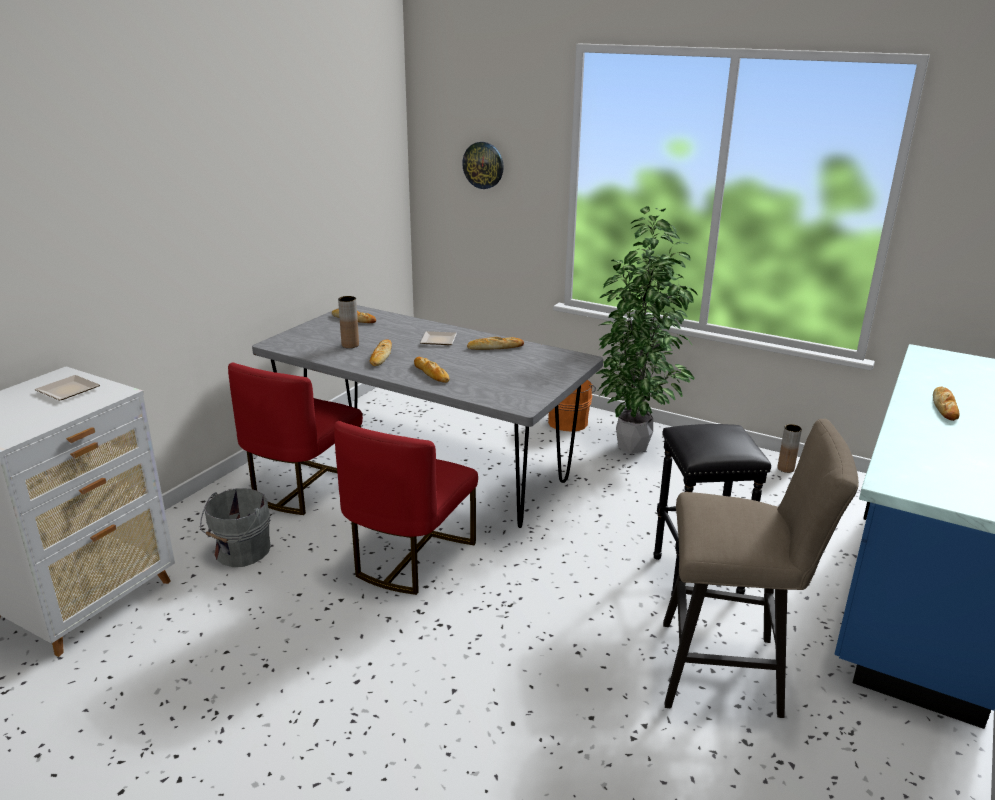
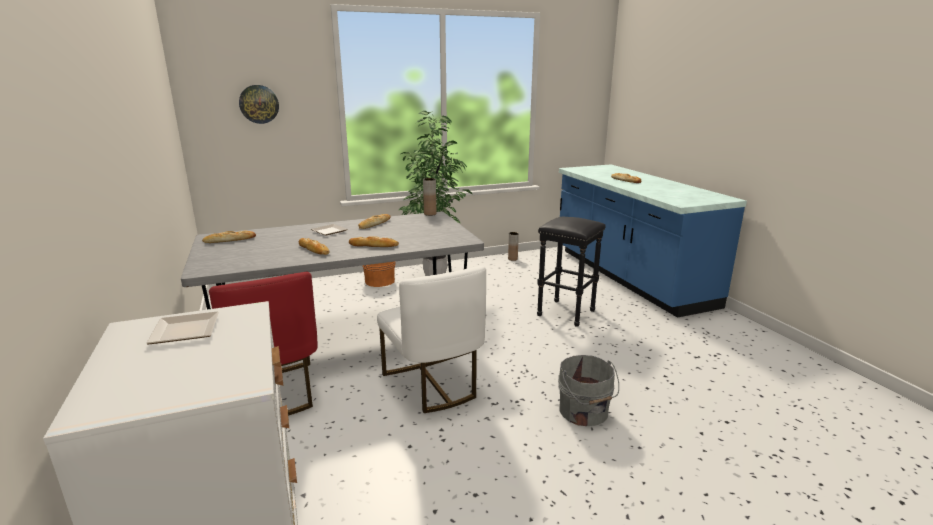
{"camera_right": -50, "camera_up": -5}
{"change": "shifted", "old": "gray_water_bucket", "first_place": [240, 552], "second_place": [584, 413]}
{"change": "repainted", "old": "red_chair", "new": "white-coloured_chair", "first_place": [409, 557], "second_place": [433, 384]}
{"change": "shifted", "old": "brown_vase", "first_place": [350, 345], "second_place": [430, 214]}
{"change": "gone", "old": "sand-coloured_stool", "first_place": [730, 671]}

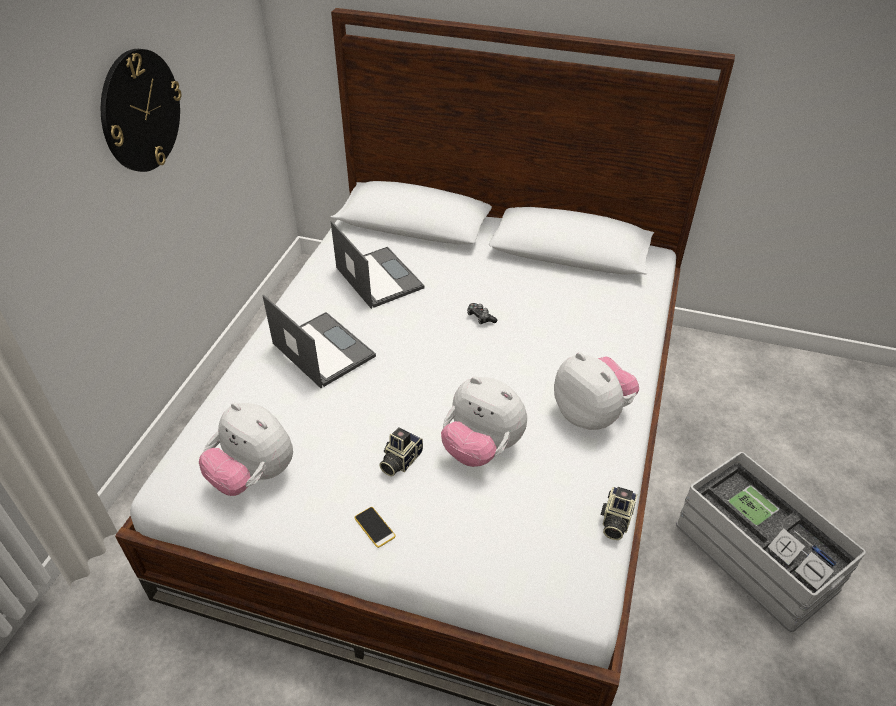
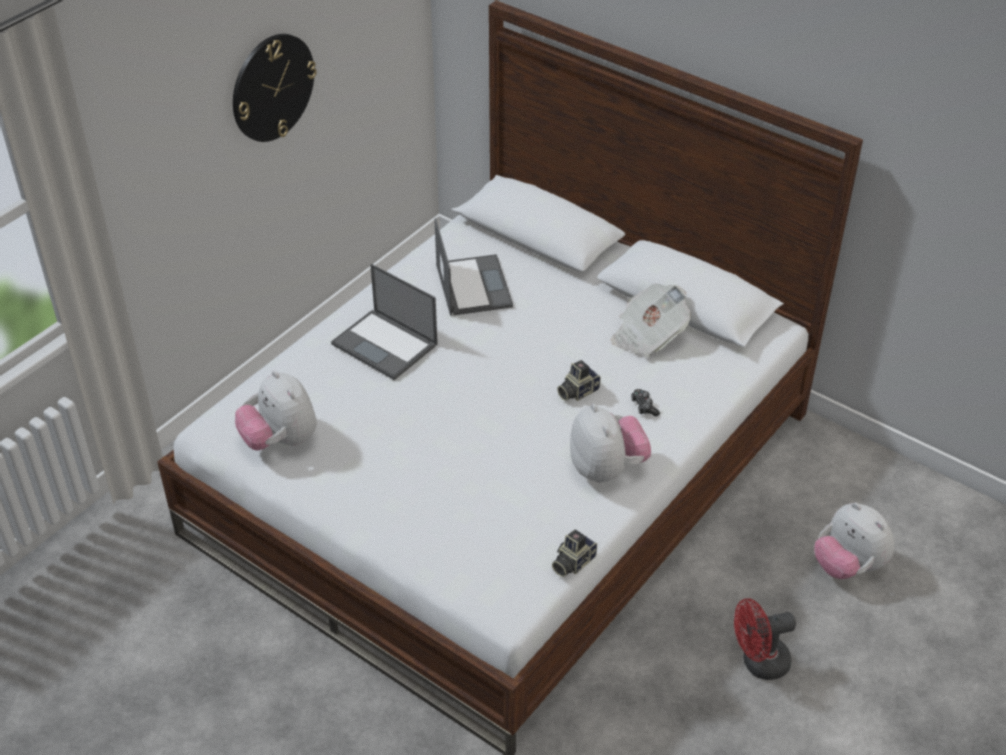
{"camera_right": 20, "camera_up": 0}
{"change": "rotated", "old": "laptop", "first_place": [322, 349], "second_place": [386, 344], "degrees": 150}
{"change": "gone", "old": "handset", "first_place": [374, 527]}
{"change": "shifted", "old": "still_camera", "first_place": [399, 460], "second_place": [577, 391]}
{"change": "shifted", "old": "plush_toy", "first_place": [481, 448], "second_place": [848, 566]}
{"change": "shifted", "old": "joypad", "first_place": [480, 317], "second_place": [644, 406]}
{"change": "swapped", "old": "gray_storage_box", "new": "red_fan", "first_place": [757, 554], "second_place": [758, 663]}
{"change": "new", "new": "printed_paper", "second_place": [648, 335]}

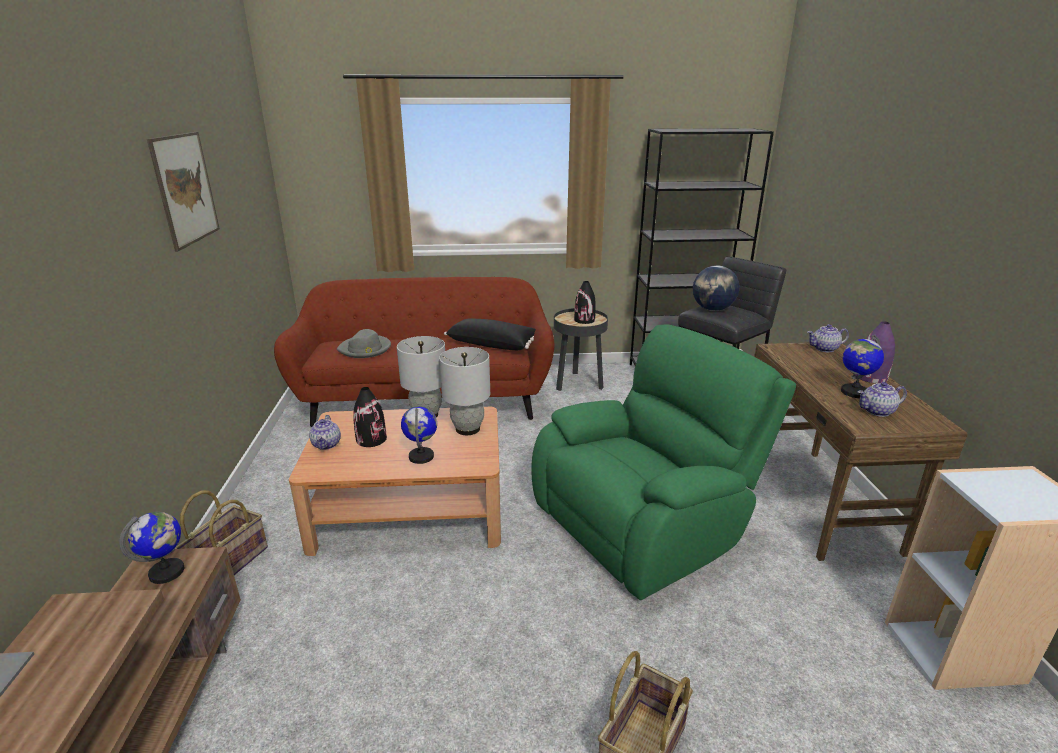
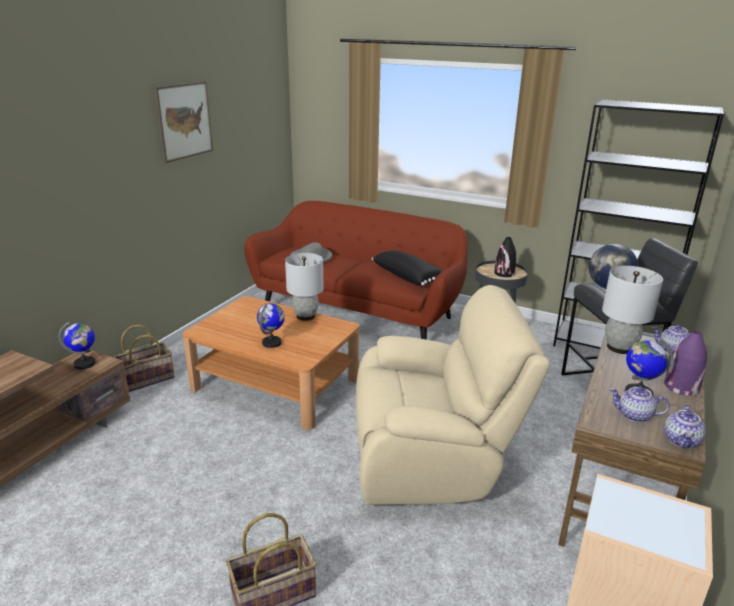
{"camera_right": 30, "camera_up": 0}
{"change": "shifted", "old": "tea_pot", "first_place": [327, 444], "second_place": [682, 441]}
{"change": "gone", "old": "black-coloured_vase", "first_place": [371, 439]}
{"change": "shifted", "old": "white-coloured_tabletop_lamp", "first_place": [468, 429], "second_place": [619, 348]}
{"change": "repainted", "old": "green-coloured_easy_chair", "new": "sand-coloured_easy_chair", "first_place": [643, 525], "second_place": [431, 457]}

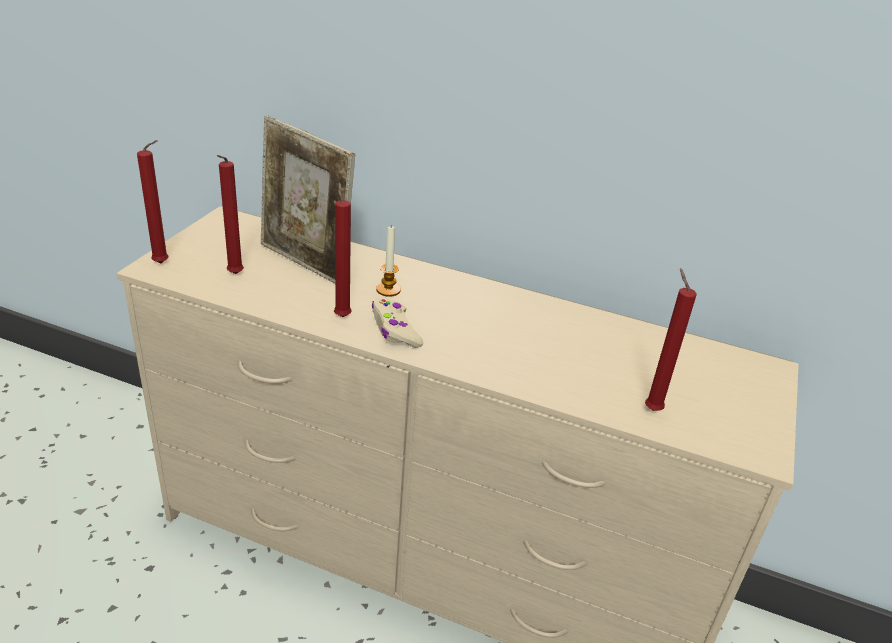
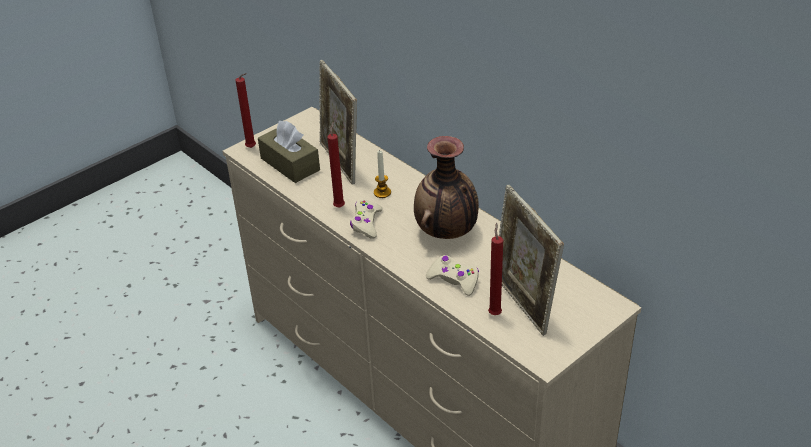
{"camera_right": 30, "camera_up": 5}
{"change": "swapped", "old": "red_wax_light", "new": "brown_tissue_holder", "first_place": [234, 275], "second_place": [290, 164]}
{"change": "new", "new": "vase", "second_place": [447, 233]}
{"change": "new", "new": "sand-coloured_joypad", "second_place": [454, 280]}
{"change": "new", "new": "picture_frame", "second_place": [523, 303]}

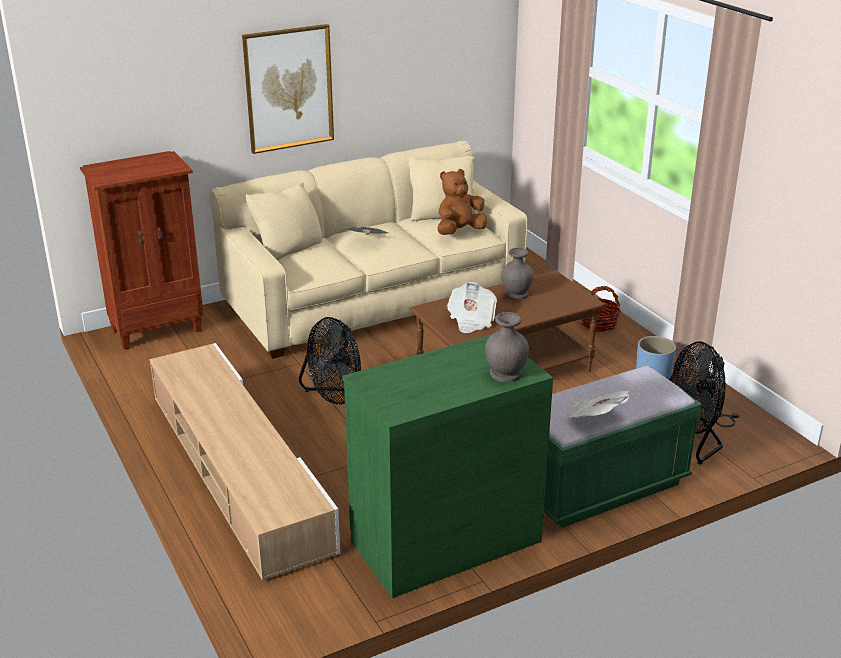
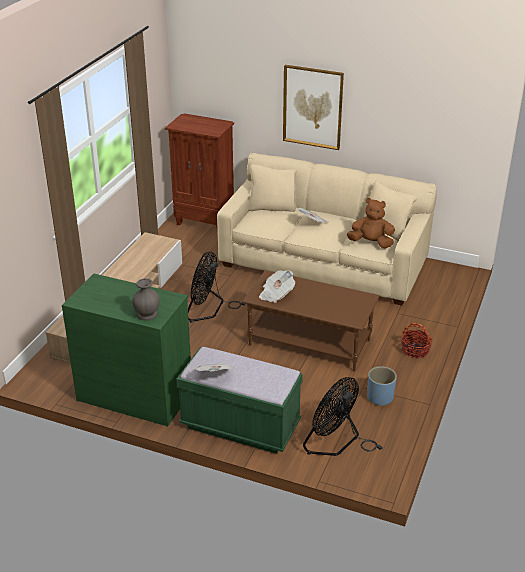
{"camera_right": 50, "camera_up": 5}
{"change": "gone", "old": "gray_vase", "first_place": [516, 294]}

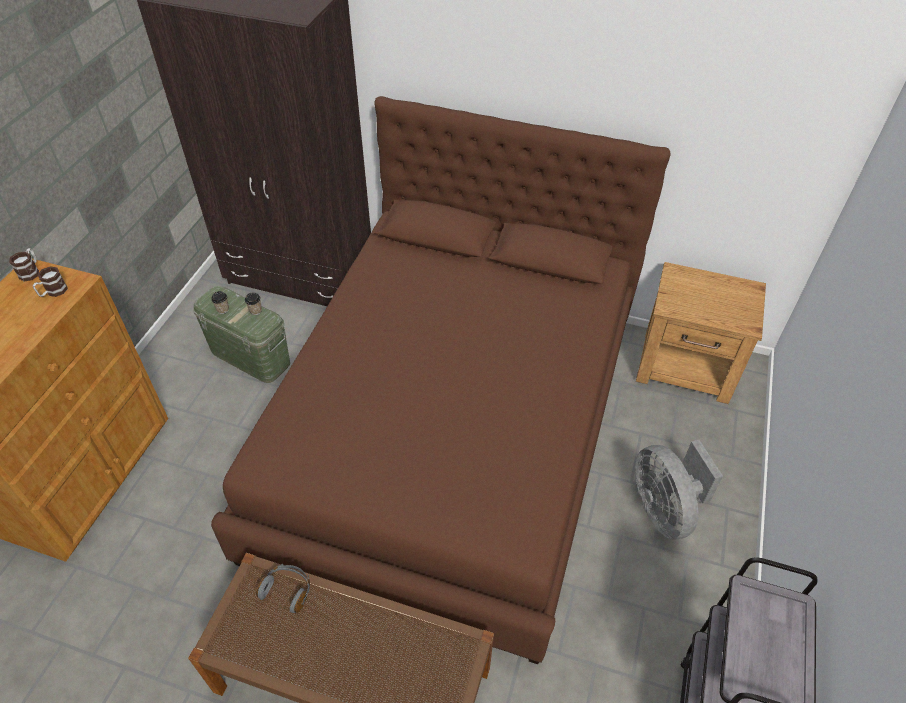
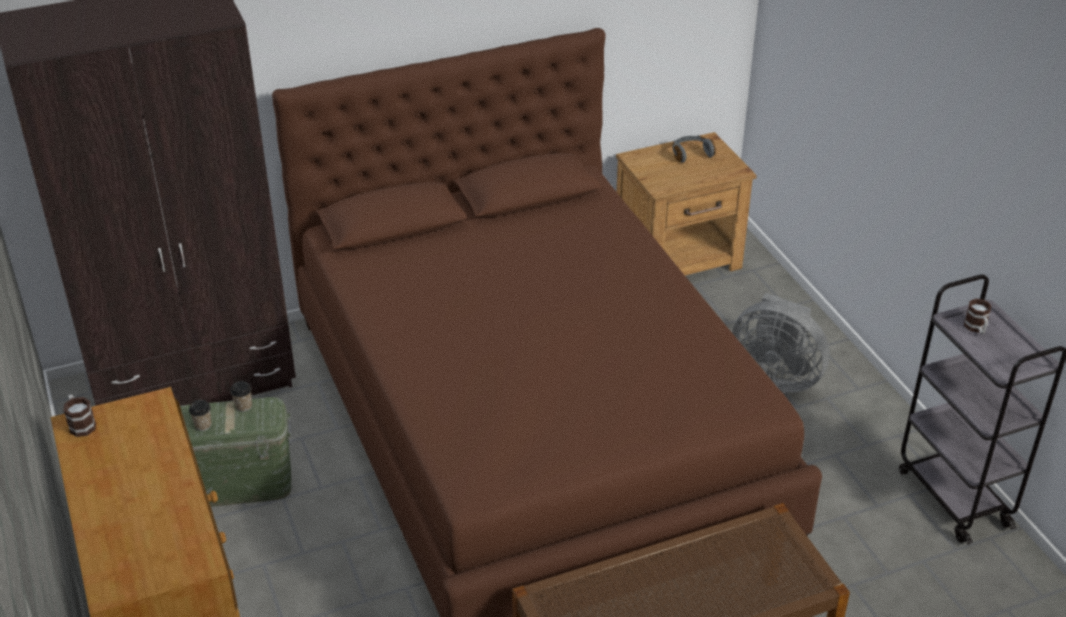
{"camera_right": -40, "camera_up": -10}
{"change": "shifted", "old": "mug", "first_place": [53, 292], "second_place": [976, 328]}
{"change": "shifted", "old": "gray_pair_of_headphones", "first_place": [287, 590], "second_place": [691, 154]}

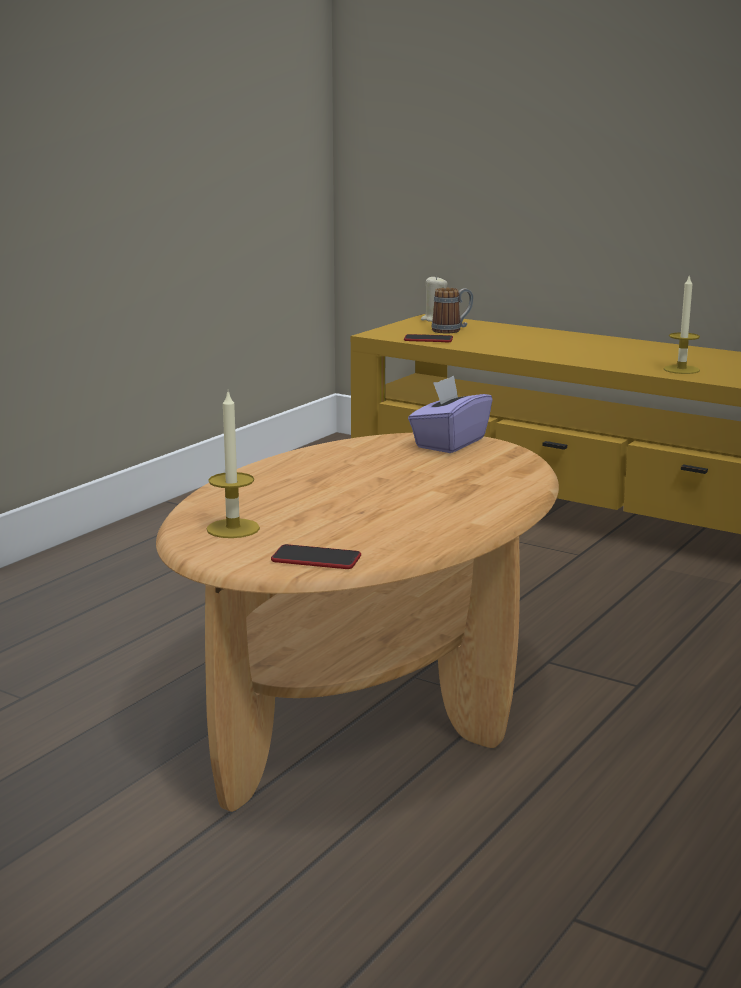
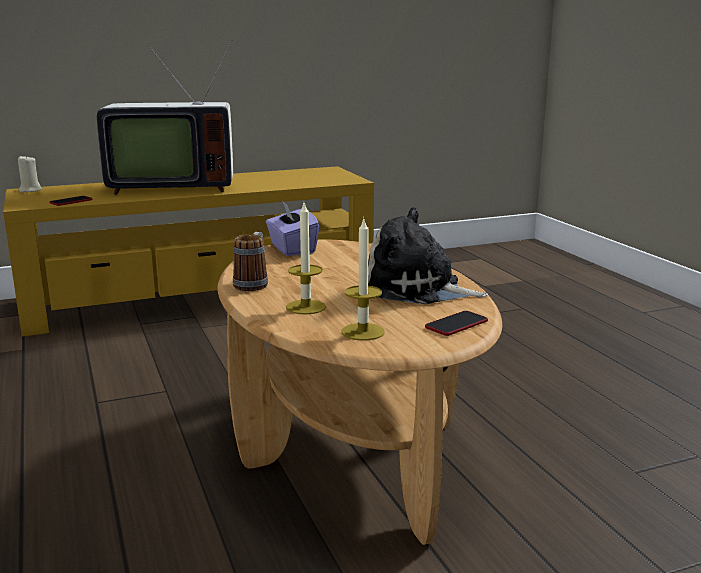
{"camera_right": -55, "camera_up": 0}
{"change": "shifted", "old": "mug", "first_place": [452, 330], "second_place": [253, 283]}
{"change": "shifted", "old": "wax_light", "first_place": [681, 369], "second_place": [306, 307]}
{"change": "new", "new": "TV_set", "second_place": [170, 187]}
{"change": "new", "new": "plush_toy", "second_place": [418, 289]}

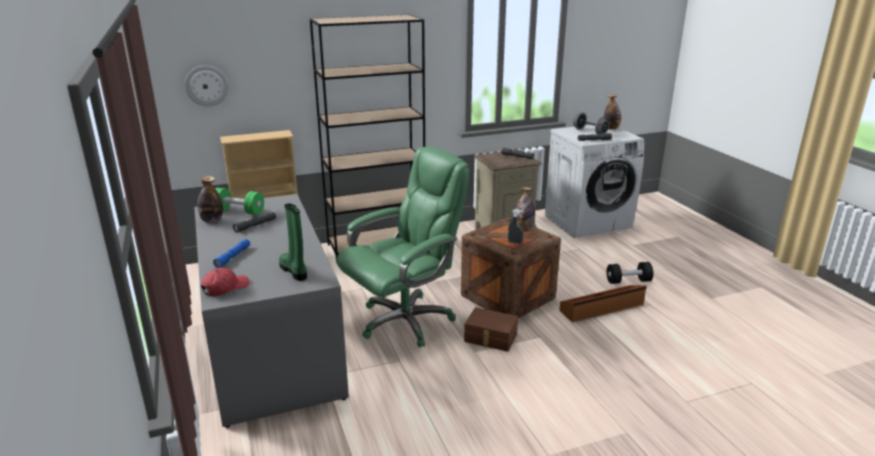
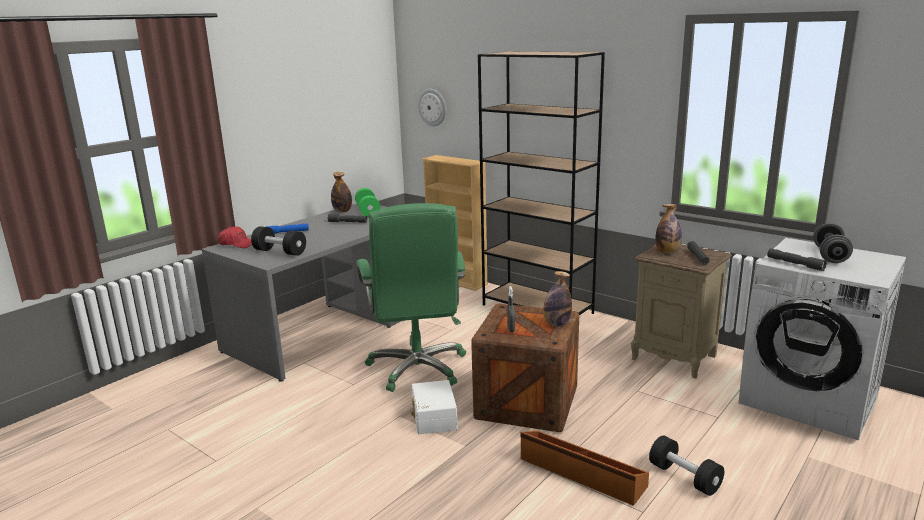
{"camera_right": 60, "camera_up": -5}
{"change": "swapped", "old": "green-coloured_high-top_boot", "new": "black-coloured_free_weight", "first_place": [294, 271], "second_place": [280, 252]}
{"change": "rotated", "old": "green-coloured_computer_chair", "first_place": [404, 322], "second_place": [417, 366], "degrees": 60}
{"change": "repainted", "old": "brown_storage_box", "new": "white-coloured_storage_box", "first_place": [490, 338], "second_place": [433, 417]}
{"change": "shifted", "old": "beverage_bottle", "first_place": [611, 128], "second_place": [667, 252]}

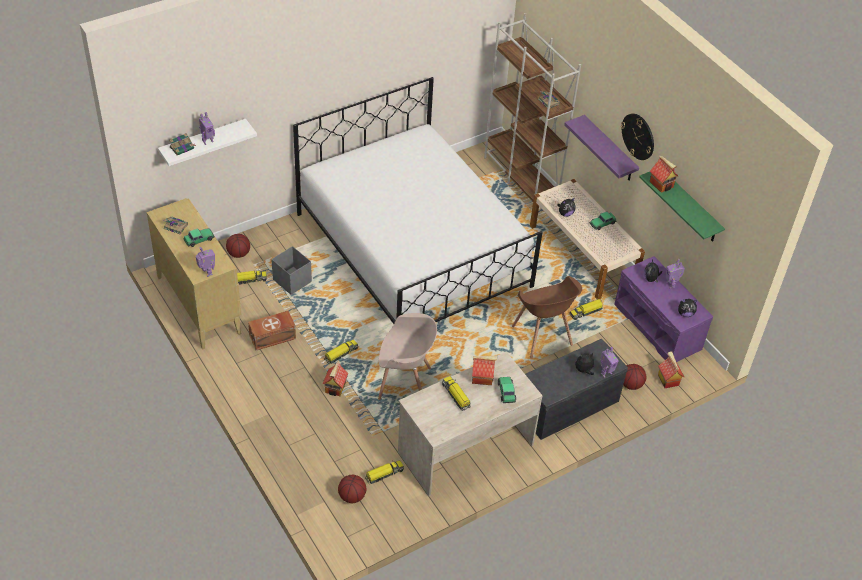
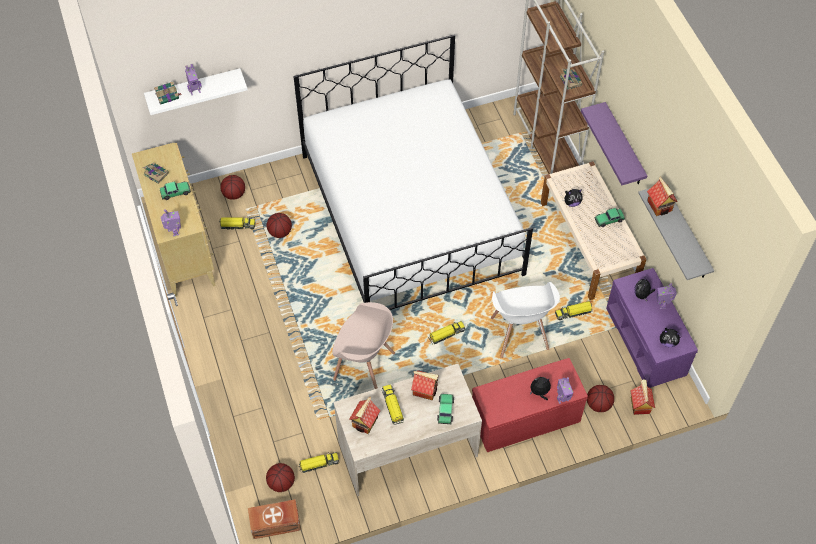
{"camera_right": 15, "camera_up": 10}
{"change": "shifted", "old": "brown_storage_box", "first_place": [273, 337], "second_place": [276, 524]}
{"change": "swapped", "old": "gray_storage_box", "new": "basketball", "first_place": [292, 280], "second_place": [280, 232]}
{"change": "shifted", "old": "miniature_house", "first_place": [335, 388], "second_place": [365, 422]}
{"change": "shifted", "old": "model_truck", "first_place": [341, 354], "second_place": [446, 334]}
{"change": "repainted", "old": "brown_chair", "new": "white-coloured_chair", "first_place": [542, 336], "second_place": [519, 334]}
{"change": "repainted", "old": "gray_indoor_bench", "new": "red_indoor_bench", "first_place": [567, 406], "second_place": [524, 418]}
{"change": "gone", "old": "hanging_clock", "first_place": [638, 136]}
{"change": "repainted", "old": "green-coloured_wall_shelf", "new": "gray_wall_shelf", "first_place": [689, 206], "second_place": [686, 234]}

